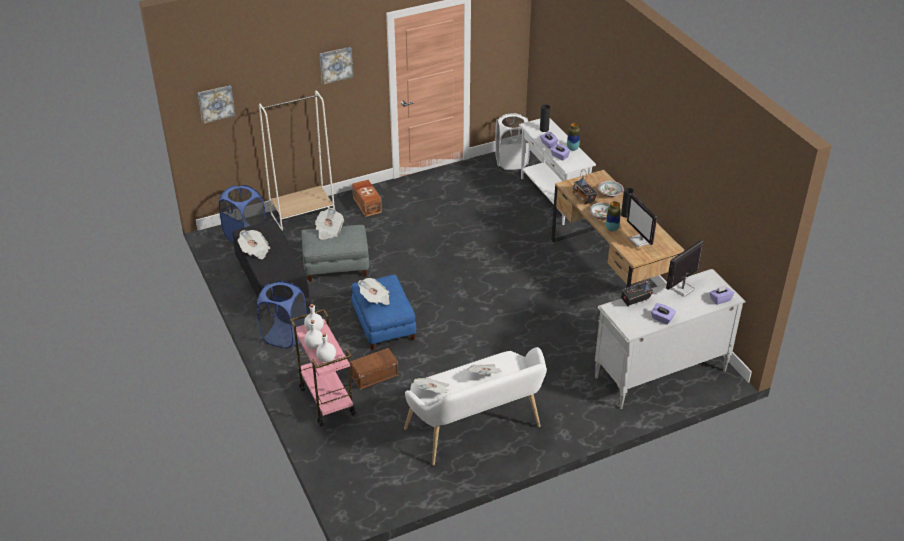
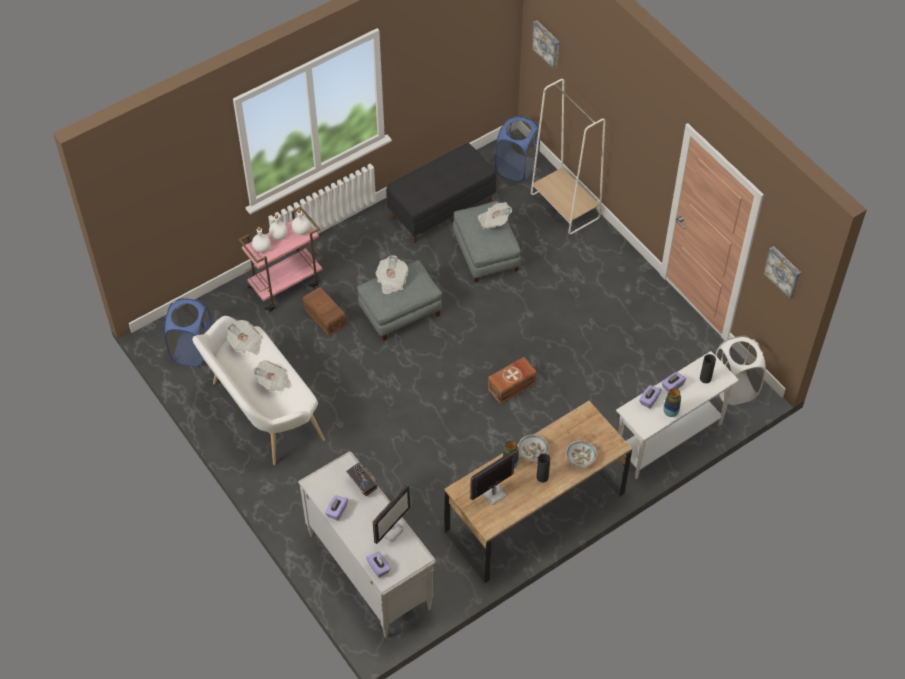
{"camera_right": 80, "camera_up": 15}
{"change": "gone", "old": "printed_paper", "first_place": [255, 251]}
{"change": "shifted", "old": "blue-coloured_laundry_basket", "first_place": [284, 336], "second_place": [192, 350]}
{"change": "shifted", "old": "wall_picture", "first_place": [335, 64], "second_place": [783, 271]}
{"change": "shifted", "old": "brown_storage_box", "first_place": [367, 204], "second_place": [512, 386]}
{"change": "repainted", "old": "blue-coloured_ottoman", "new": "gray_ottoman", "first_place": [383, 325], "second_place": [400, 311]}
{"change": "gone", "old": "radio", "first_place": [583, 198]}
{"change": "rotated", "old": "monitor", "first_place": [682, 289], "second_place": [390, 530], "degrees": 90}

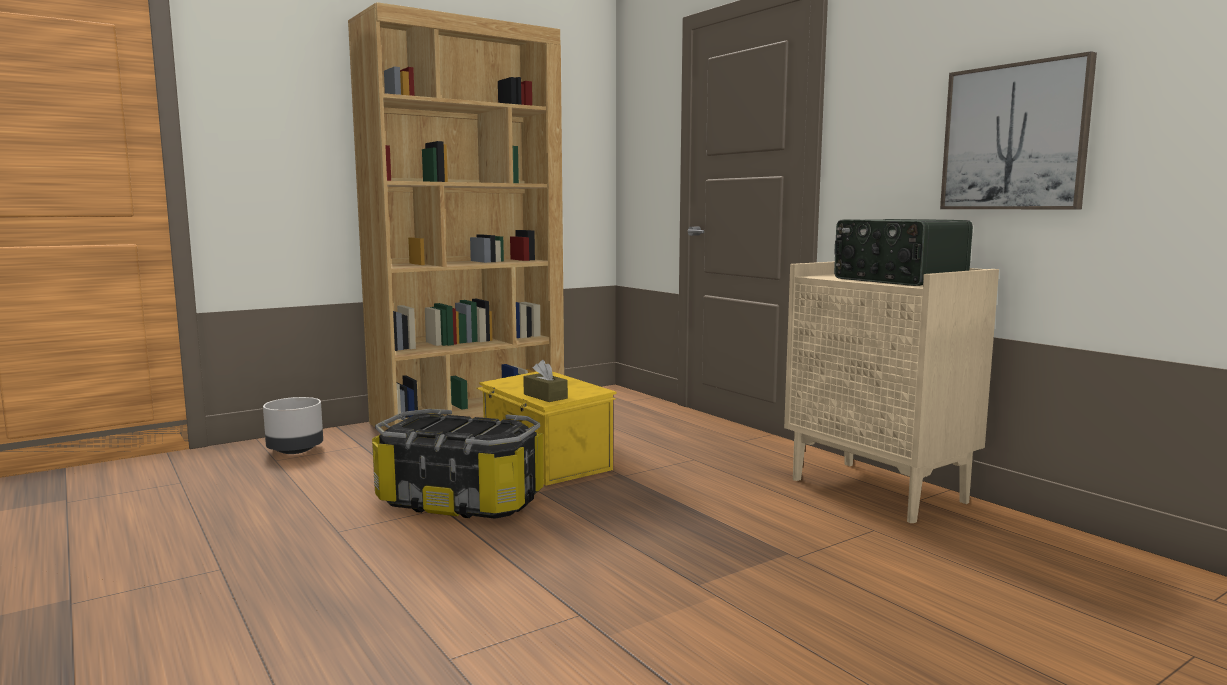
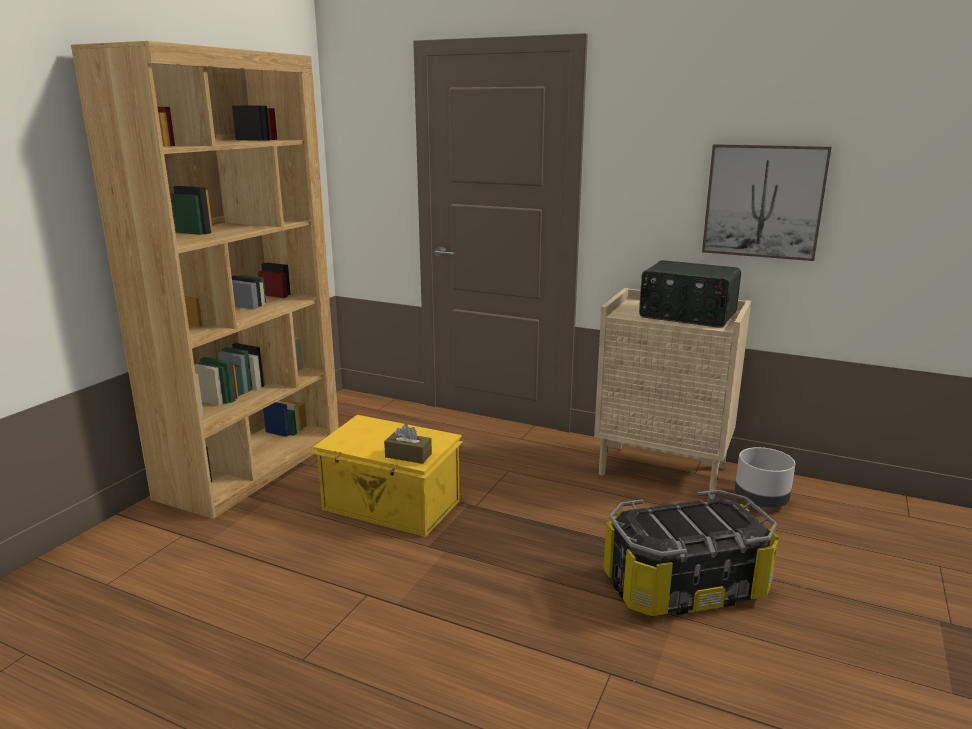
{"camera_right": -30, "camera_up": 10}
{"change": "shifted", "old": "gray_plant_pot", "first_place": [296, 450], "second_place": [760, 501]}
{"change": "shifted", "old": "storage_box", "first_place": [461, 501], "second_place": [684, 586]}

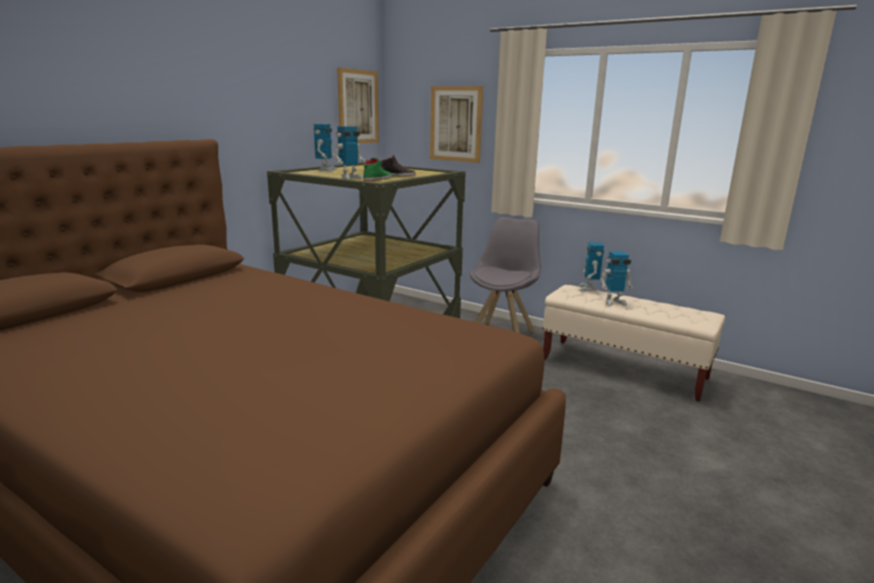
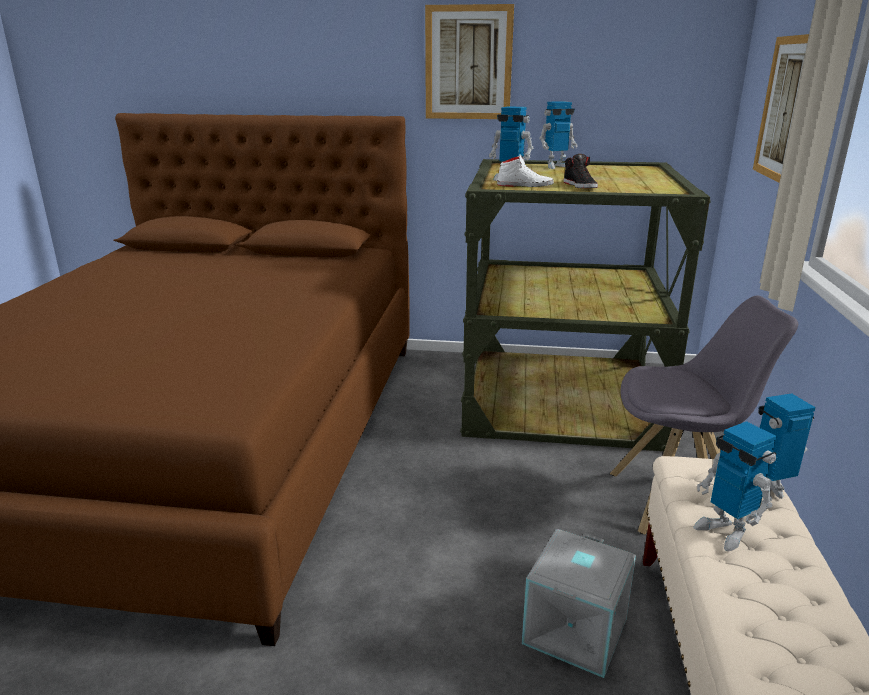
{"camera_right": 65, "camera_up": 5}
{"change": "shifted", "old": "wall_picture", "first_place": [358, 107], "second_place": [468, 63]}
{"change": "repainted", "old": "green-coloured_shoe", "new": "white-coloured_shoe", "first_place": [377, 179], "second_place": [525, 185]}
{"change": "new", "new": "gray_storage_box", "second_place": [576, 632]}

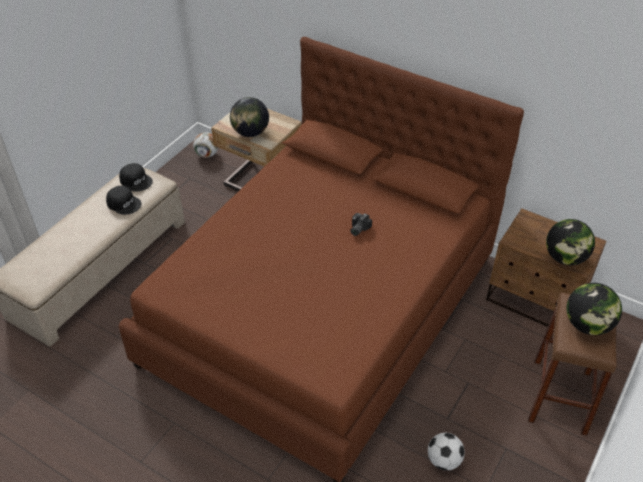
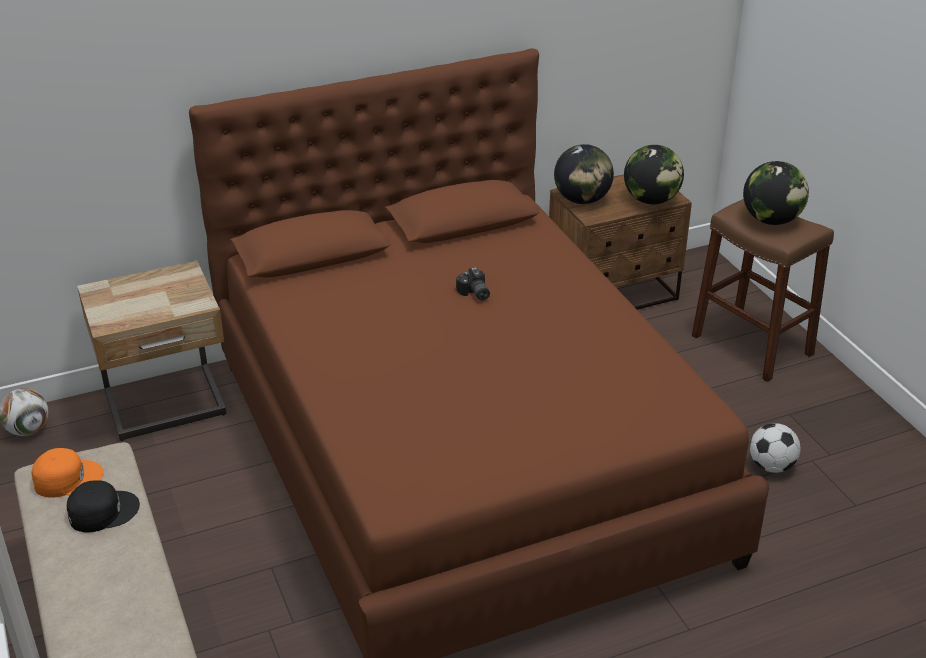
{"camera_right": -55, "camera_up": -10}
{"change": "repainted", "old": "black-coloured_peaked_cap", "new": "orange-coloured_peaked_cap", "first_place": [136, 180], "second_place": [67, 478]}
{"change": "shifted", "old": "desk_globe", "first_place": [250, 132], "second_place": [582, 200]}

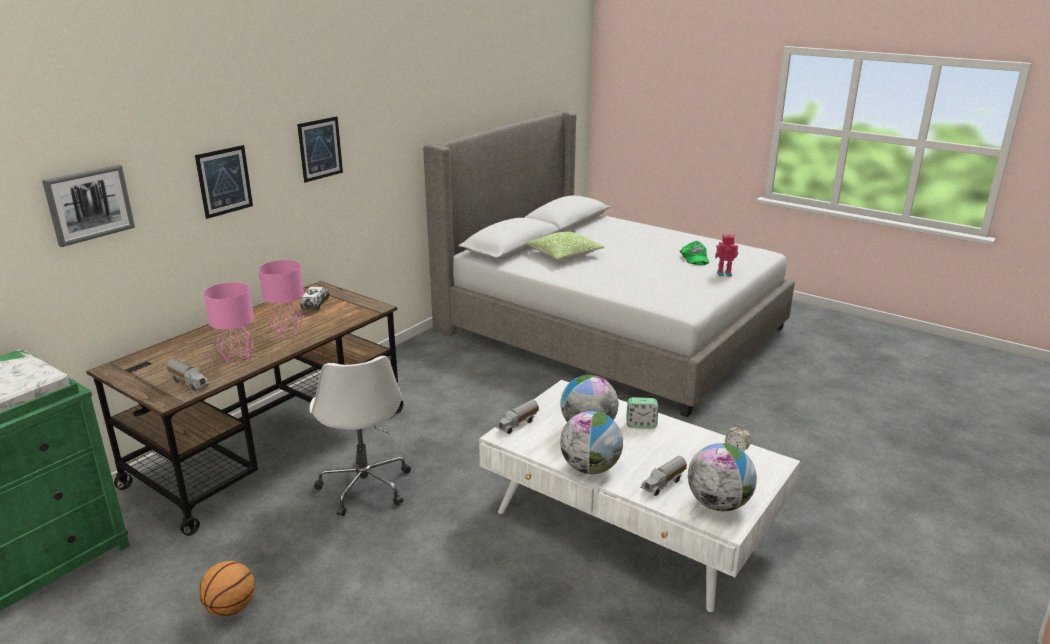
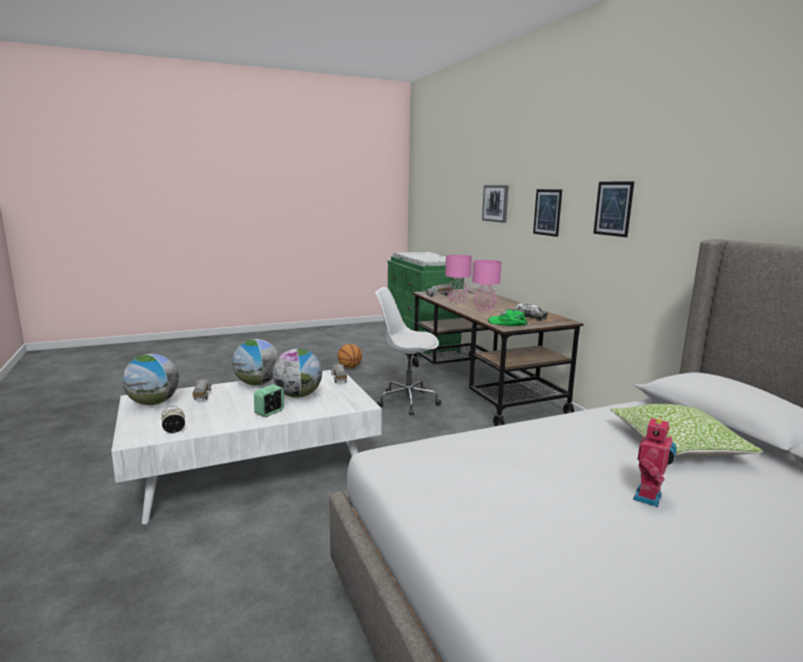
{"camera_right": 120, "camera_up": -10}
{"change": "shifted", "old": "green-coloured_peaked_cap", "first_place": [694, 258], "second_place": [508, 323]}
{"change": "shifted", "old": "toy_robot", "first_place": [724, 273], "second_place": [650, 498]}

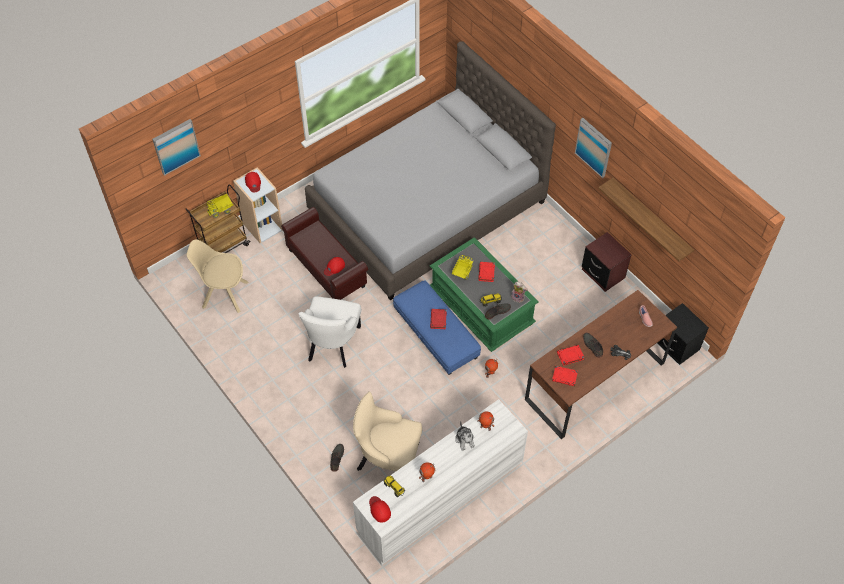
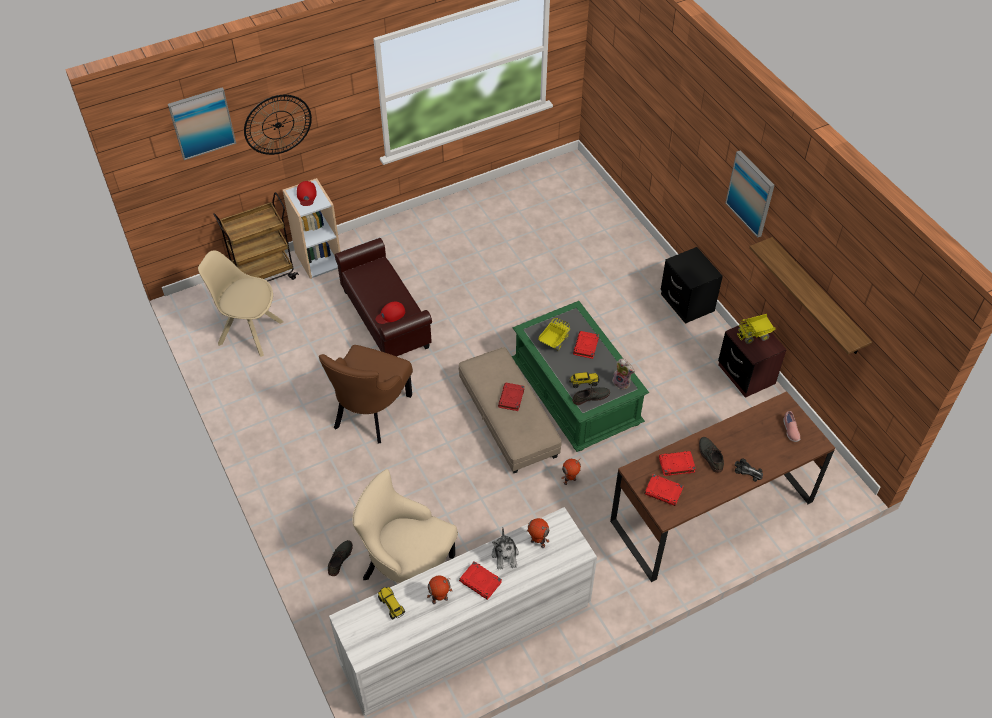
{"camera_right": 10, "camera_up": -5}
{"change": "shifted", "old": "model_truck", "first_place": [221, 210], "second_place": [754, 334]}
{"change": "repainted", "old": "white-coloured_chair", "new": "brown_chair", "first_place": [333, 342], "second_place": [371, 410]}
{"change": "gone", "old": "gray_bedroom_bed", "first_place": [427, 207]}
{"change": "gone", "old": "red_peaked_cap", "first_place": [379, 509]}
{"change": "repainted", "old": "blue-coloured_ottoman", "new": "sand-coloured_ottoman", "first_place": [436, 334], "second_place": [508, 419]}
{"change": "shifted", "old": "black-coloured_nightstand", "first_place": [676, 345], "second_place": [687, 303]}
{"change": "new", "new": "hanging_clock", "second_place": [278, 124]}
{"change": "new", "new": "red_bound_book", "second_place": [481, 582]}

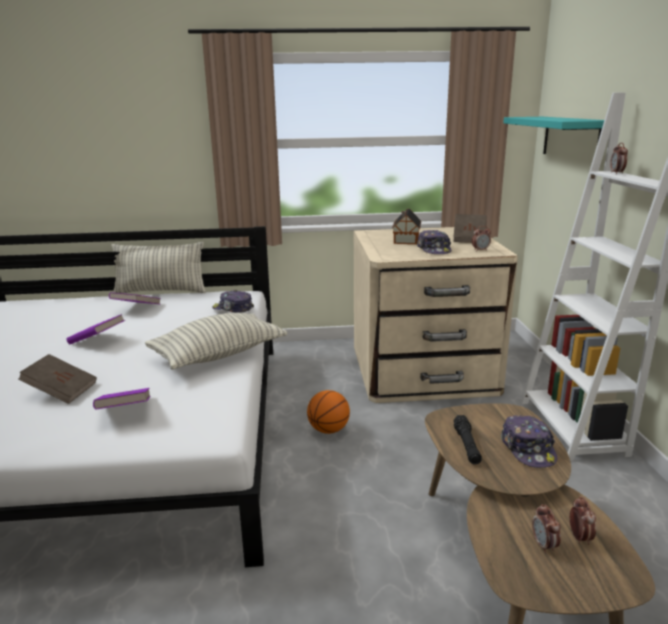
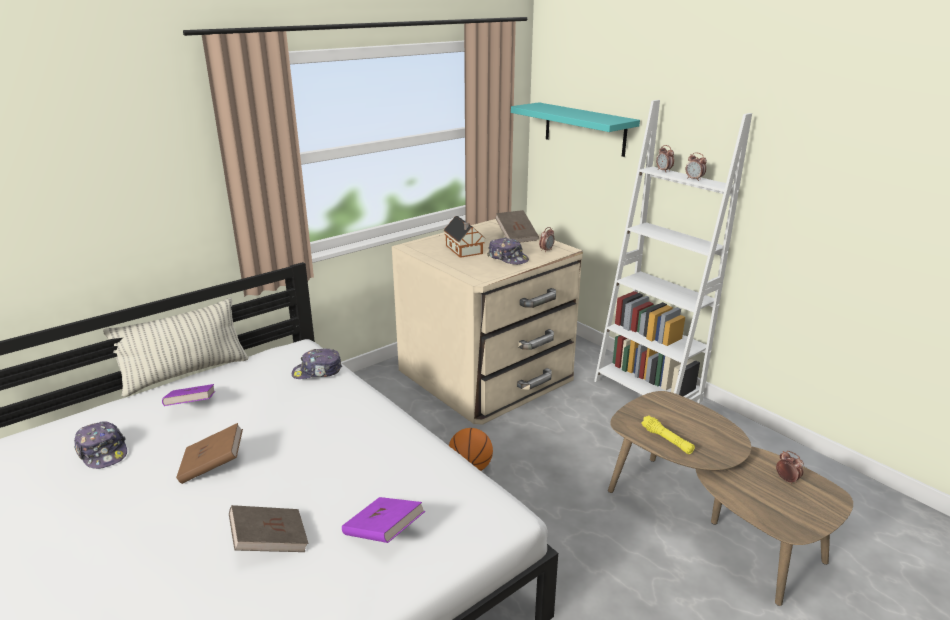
{"camera_right": -35, "camera_up": 5}
{"change": "repainted", "old": "purplish_bound_book", "new": "brown_bound_book", "first_place": [97, 341], "second_place": [213, 466]}
{"change": "gone", "old": "throw_pillow", "first_place": [218, 355]}
{"change": "repainted", "old": "black-coloured_torch", "new": "yellow-coloured_torch", "first_place": [467, 445], "second_place": [667, 440]}
{"change": "shifted", "old": "peaked_cap", "first_place": [528, 449], "second_place": [103, 452]}
{"change": "shifted", "old": "table_clock", "first_place": [544, 545], "second_place": [694, 179]}

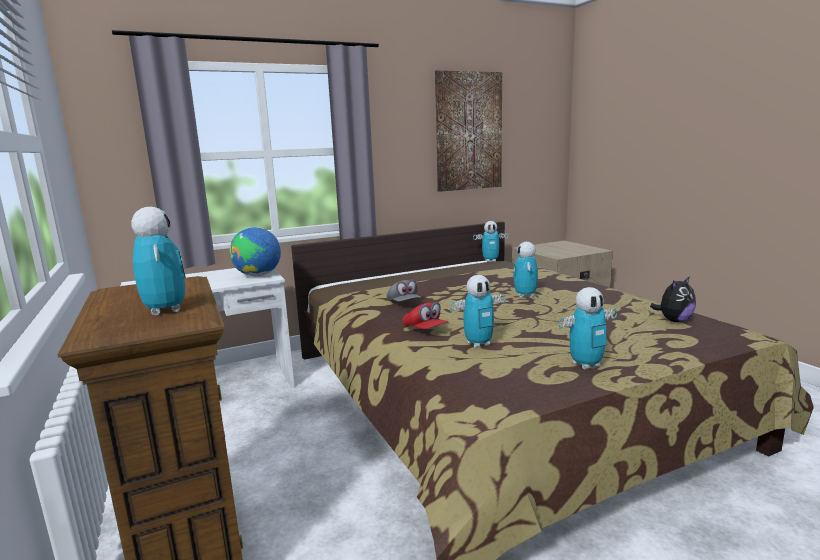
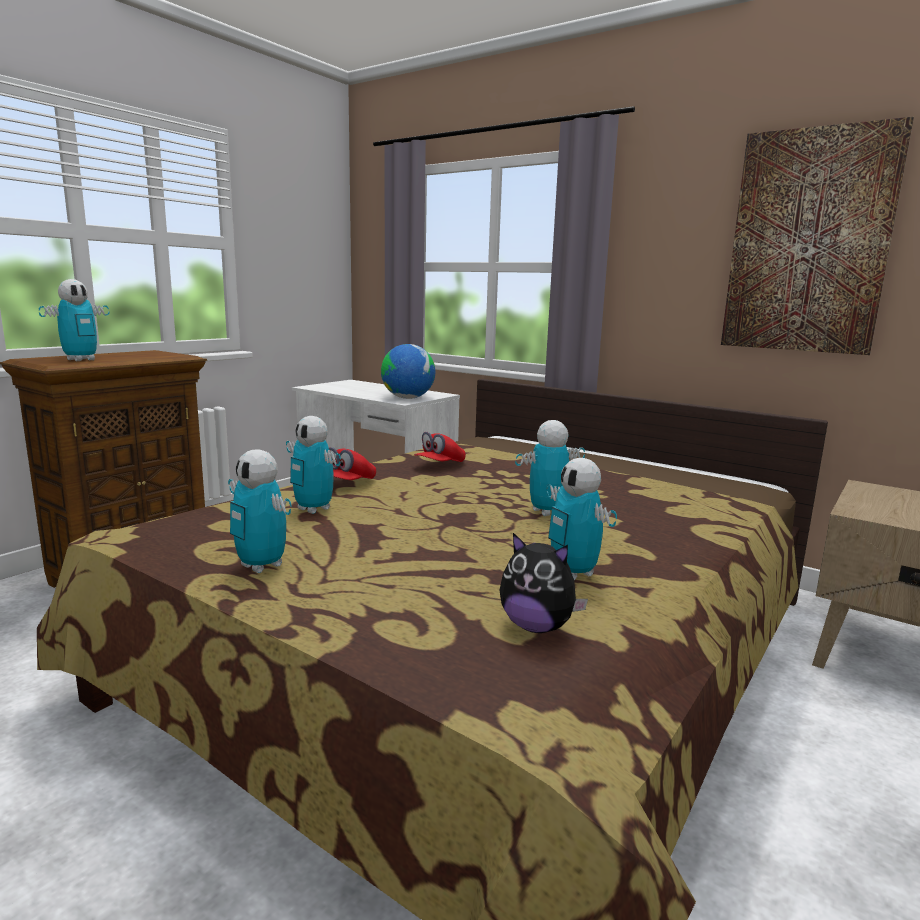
{"camera_right": 60, "camera_up": 0}
{"change": "repainted", "old": "gray_peaked_cap", "new": "red_peaked_cap", "first_place": [404, 303], "second_place": [439, 465]}
{"change": "shifted", "old": "toy_robot", "first_place": [490, 261], "second_place": [573, 573]}

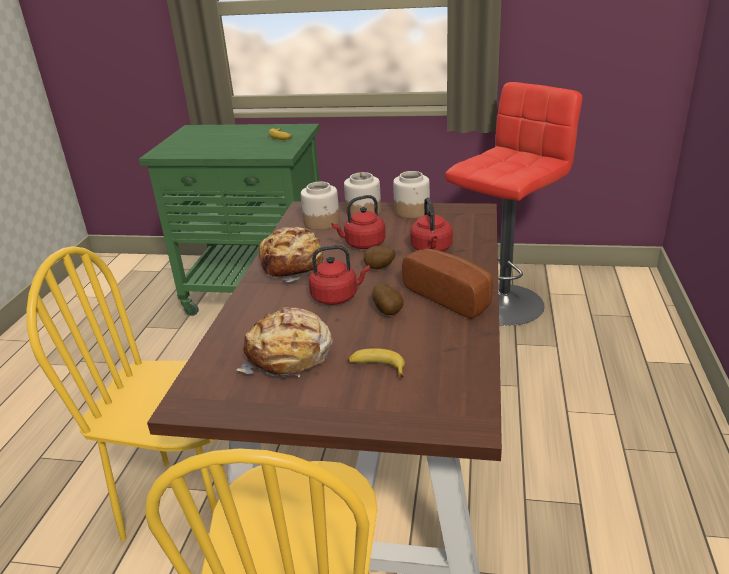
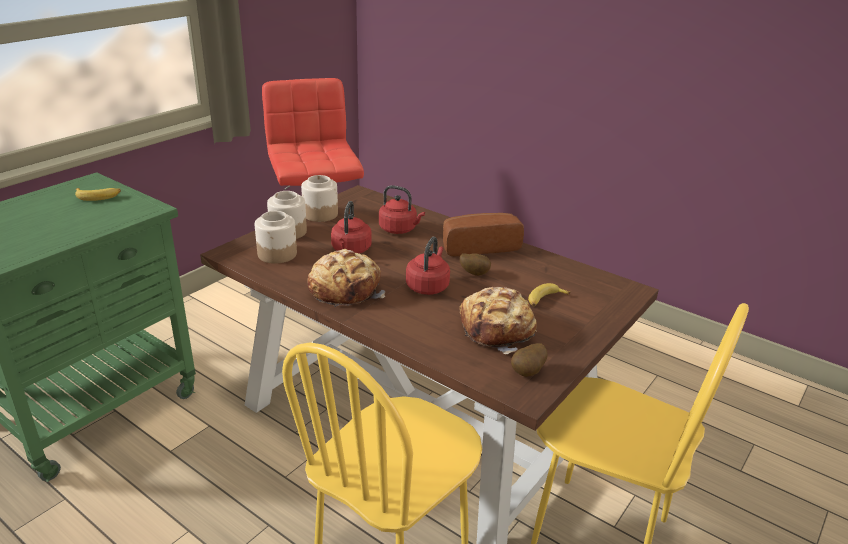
{"camera_right": -65, "camera_up": 0}
{"change": "shifted", "old": "whole_potato", "first_place": [379, 269], "second_place": [528, 372]}

